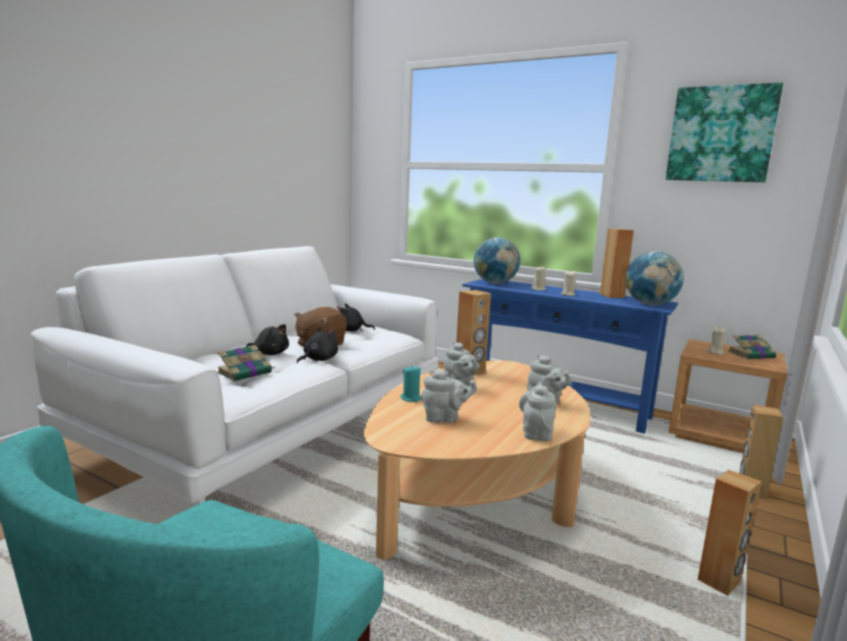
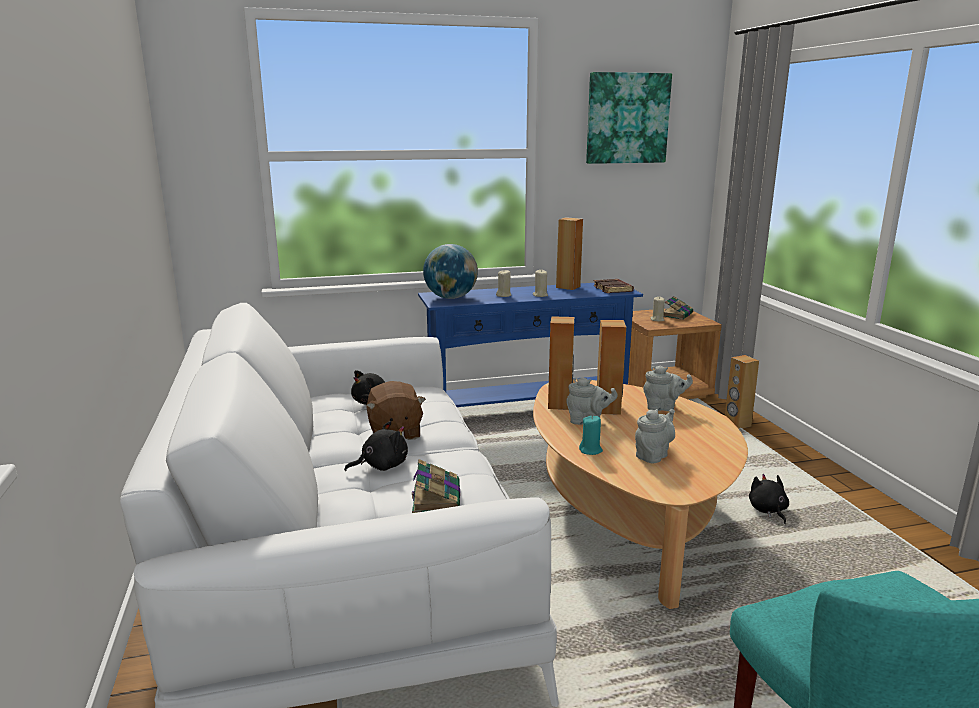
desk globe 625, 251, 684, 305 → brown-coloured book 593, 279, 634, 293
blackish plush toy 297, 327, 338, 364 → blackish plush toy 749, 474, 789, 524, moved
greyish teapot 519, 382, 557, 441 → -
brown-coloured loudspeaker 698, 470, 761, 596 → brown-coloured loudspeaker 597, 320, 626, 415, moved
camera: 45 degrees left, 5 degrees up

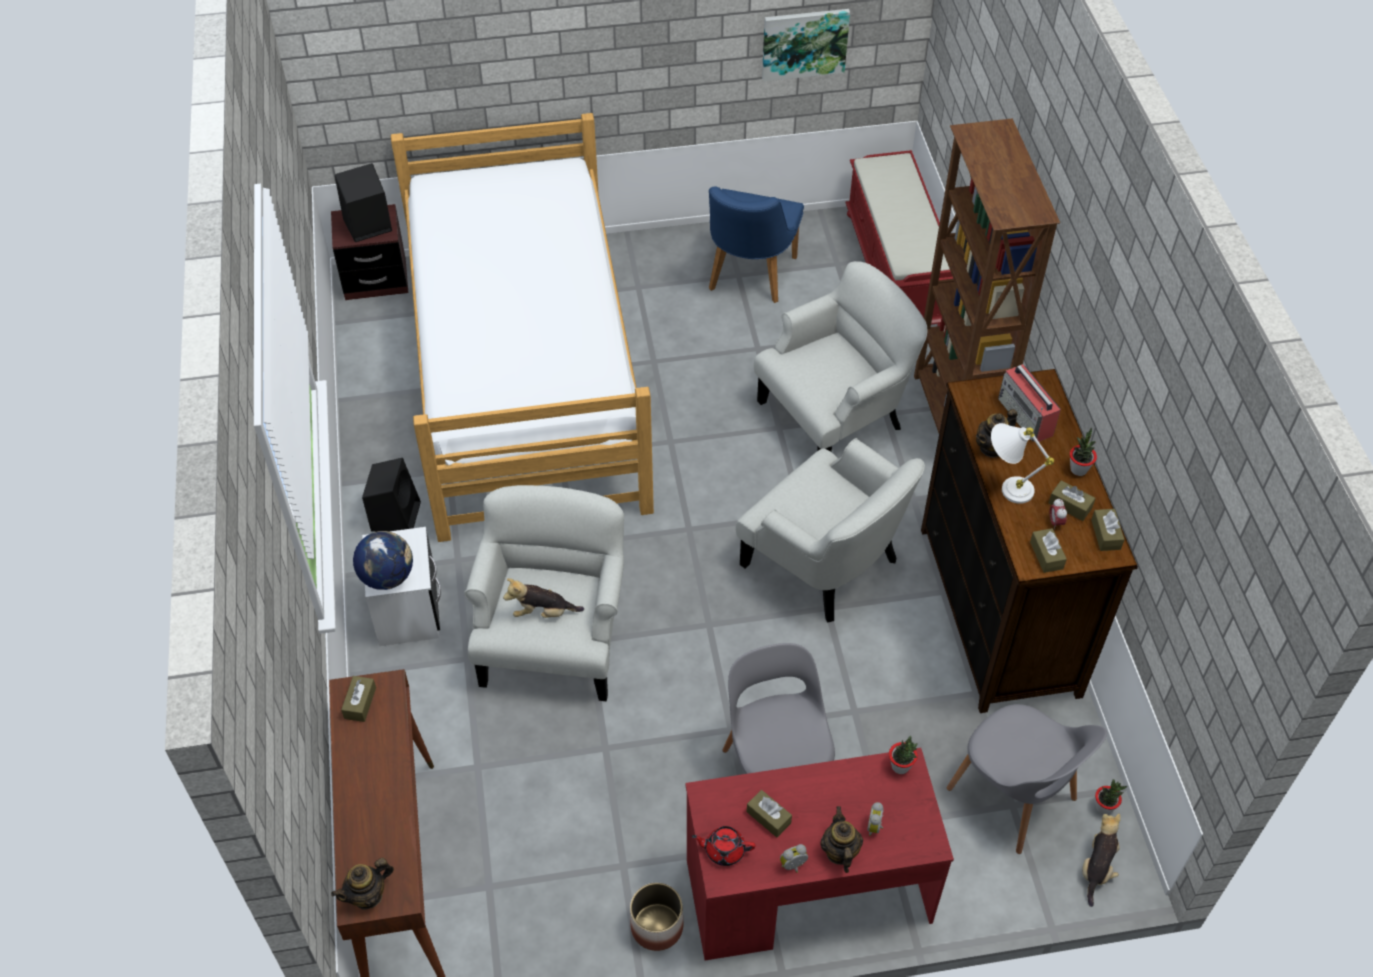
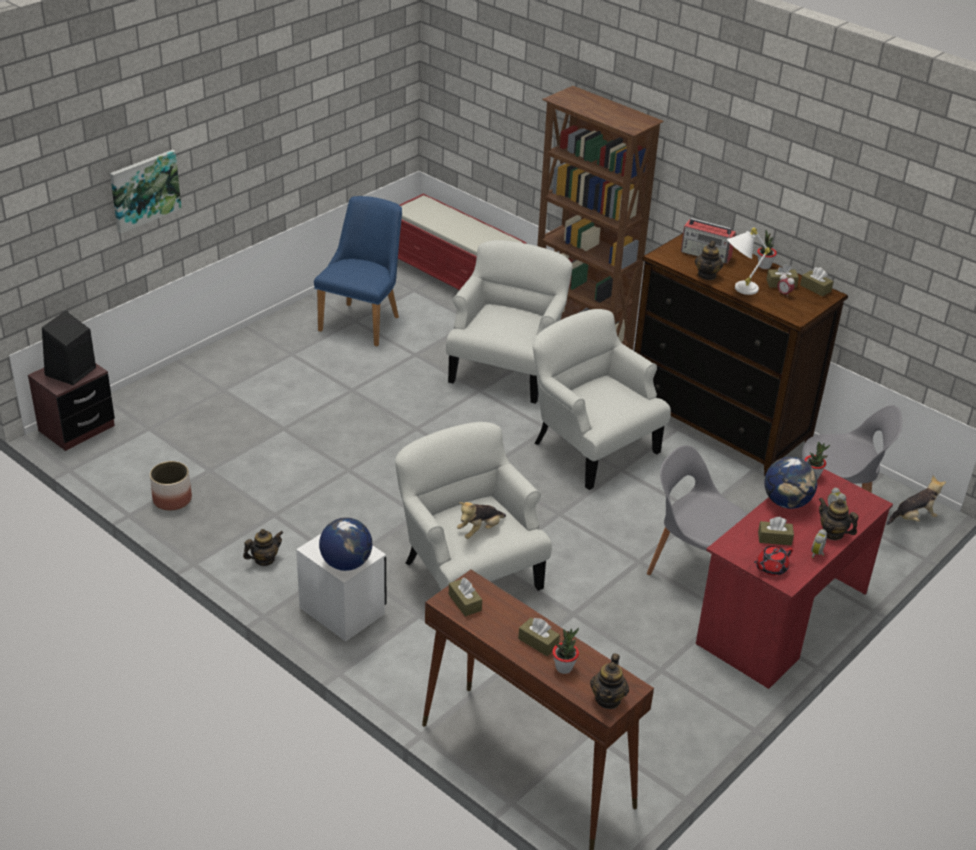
wall picture 762, 9, 850, 82 → wall picture 110, 150, 182, 233, moved
sleeping bed 391, 113, 654, 542 → -
blue-coloured upright chair 709, 187, 804, 303 → blue-coloured upright chair 314, 196, 402, 346, 135 degrees counterclockwise
white lounge chair 736, 438, 925, 623 → white lounge chair 533, 309, 671, 490, 135 degrees counterclockwise
blackish loudspeaker 362, 458, 421, 532 → teapot 243, 529, 283, 566
brown-coloured tissue box 1030, 528, 1067, 573 → brown-coloured tissue box 518, 617, 560, 656, moved
plant in a pot 1095, 779, 1127, 815 → plant in a pot 552, 628, 579, 674, moved
plush toy 1082, 813, 1121, 907 → plush toy 887, 476, 946, 525, 90 degrees clockwise
planter 630, 883, 683, 951 → planter 150, 461, 192, 511, moved
- → desk globe 764, 457, 817, 509
camera: 40 degrees left, 15 degrees down

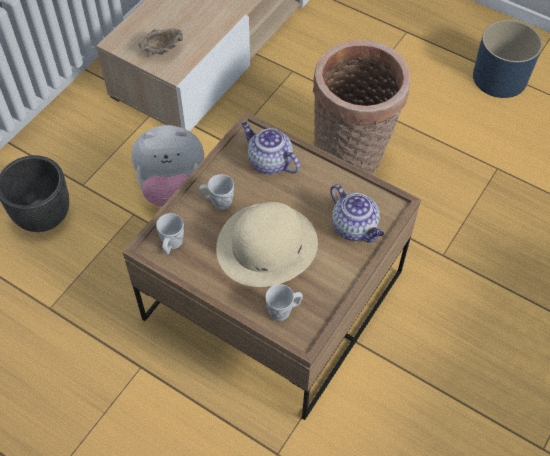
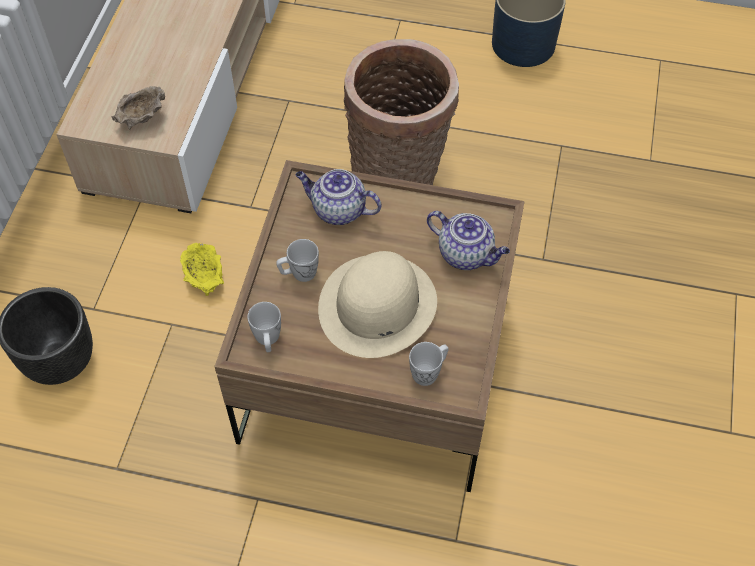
plush toy 131, 125, 204, 207 → yellow serving bowl 180, 243, 224, 296
camera: 20 degrees left, 0 degrees up

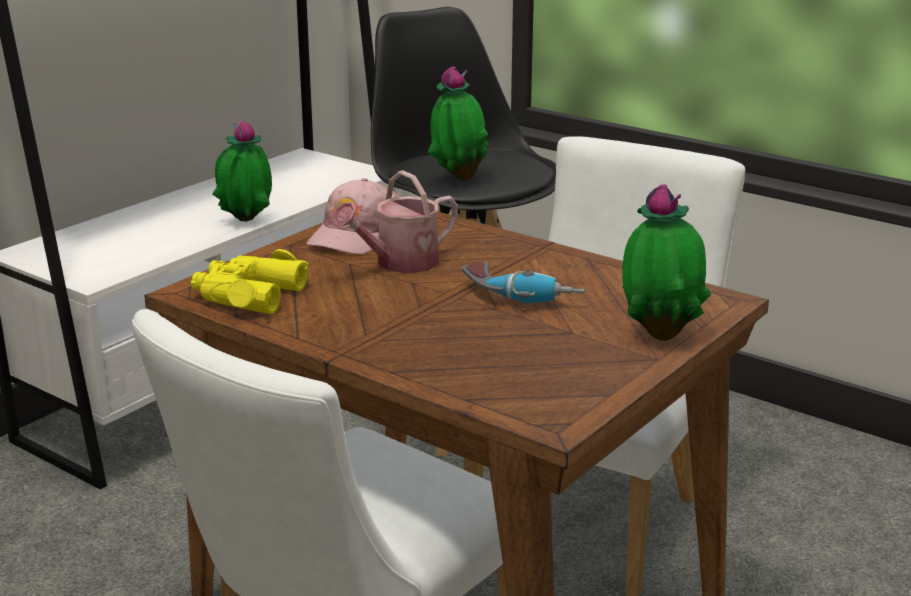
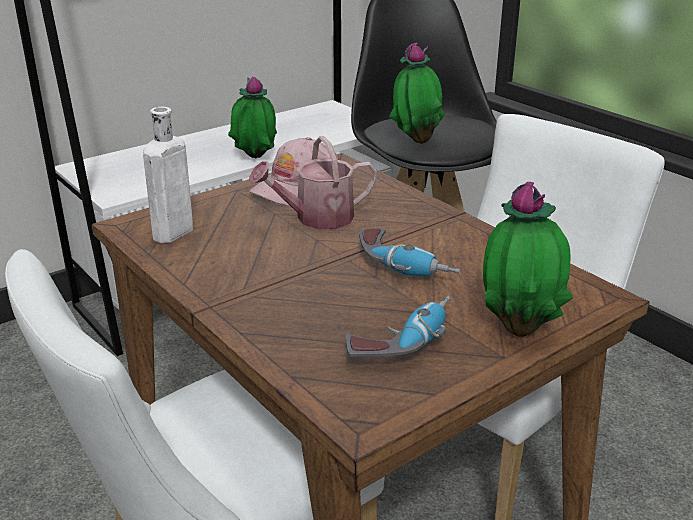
yellow pair of binoculars 191, 249, 309, 314 → white drink bottle 143, 107, 193, 243
- → electric drill 346, 296, 450, 357
camera: 15 degrees right, 5 degrees up

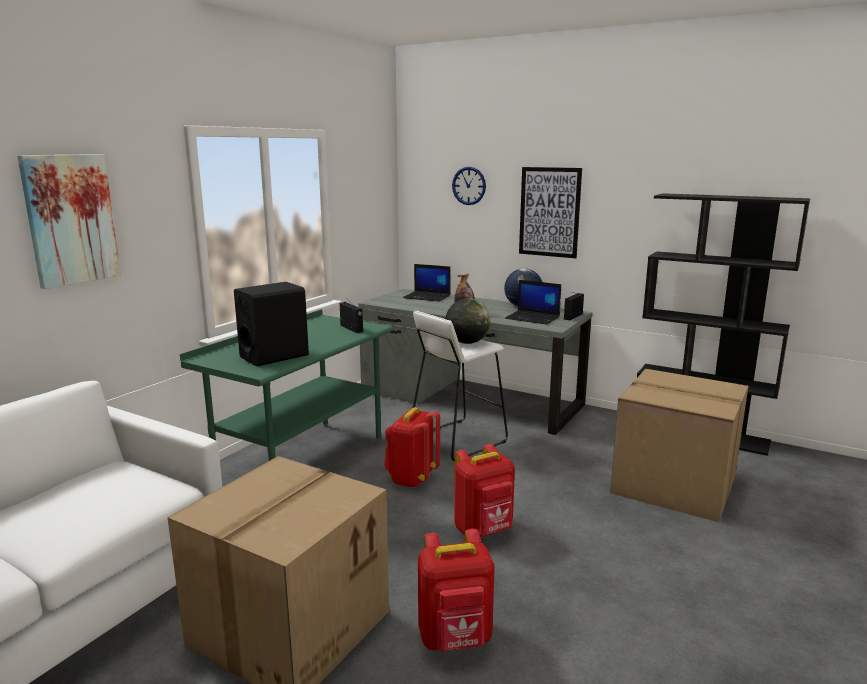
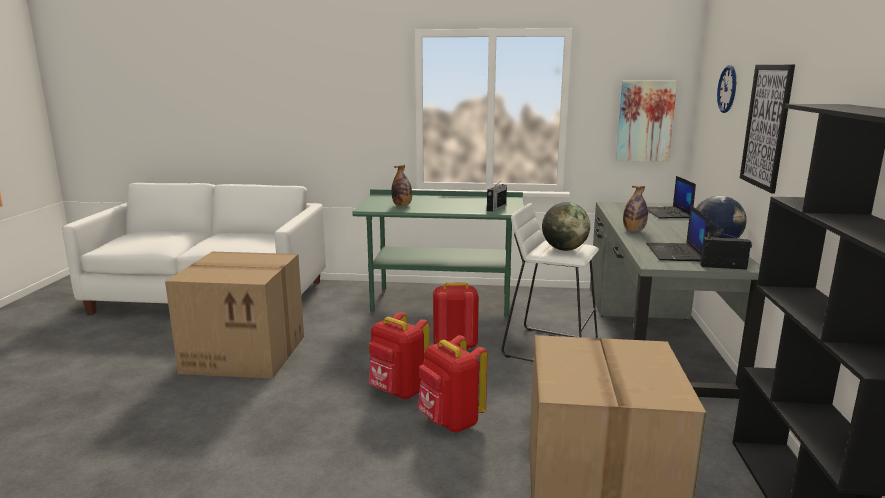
wall picture 17, 154, 121, 289 → wall picture 616, 81, 677, 162, moved
blackish loudspeaker 234, 282, 309, 367 → drink bottle 391, 165, 412, 206
reddish backpack 418, 529, 495, 652 → reddish backpack 418, 335, 487, 433, moved
camera: 65 degrees right, 0 degrees up

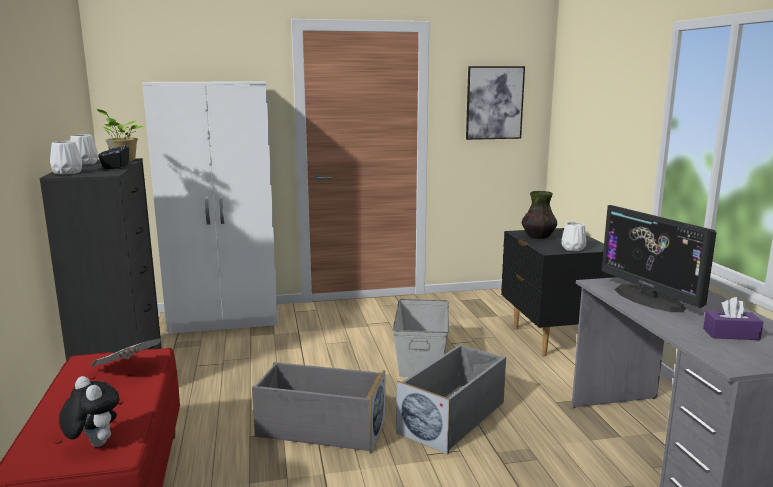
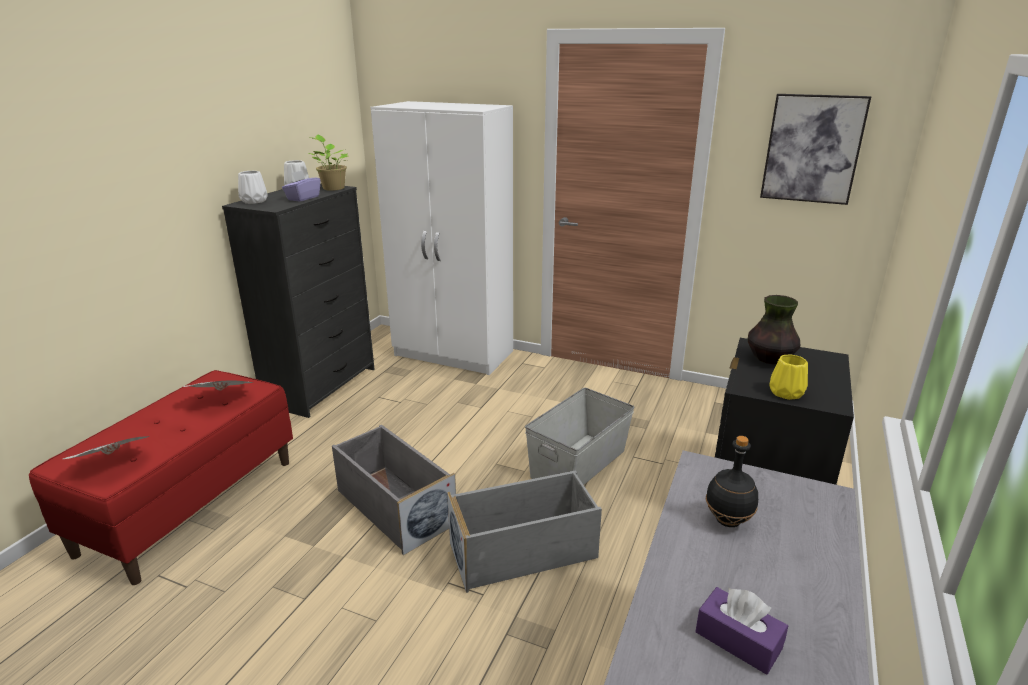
blackish tissue box 98, 139, 129, 169 → purple-coloured tissue box 282, 170, 321, 202
monitor 602, 205, 716, 312 → blackish drink bottle 706, 436, 758, 527
white flower vase 561, 222, 586, 251 → yellow flower vase 769, 355, 808, 400
plush toy 59, 376, 119, 447 → daily paper 63, 436, 150, 459
camera: 35 degrees right, 10 degrees up

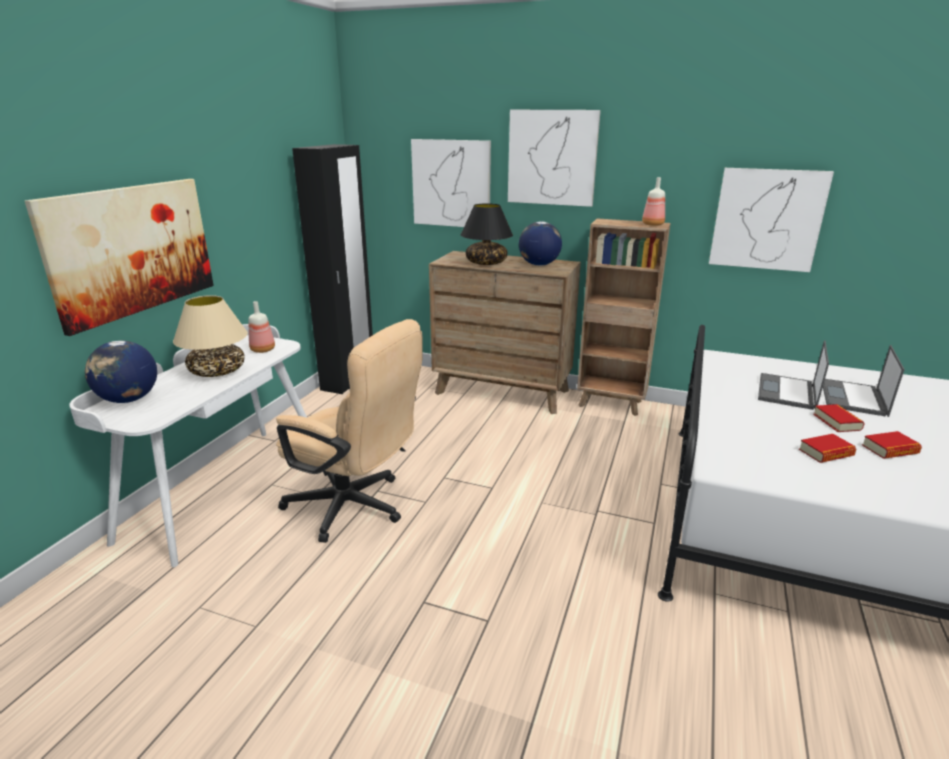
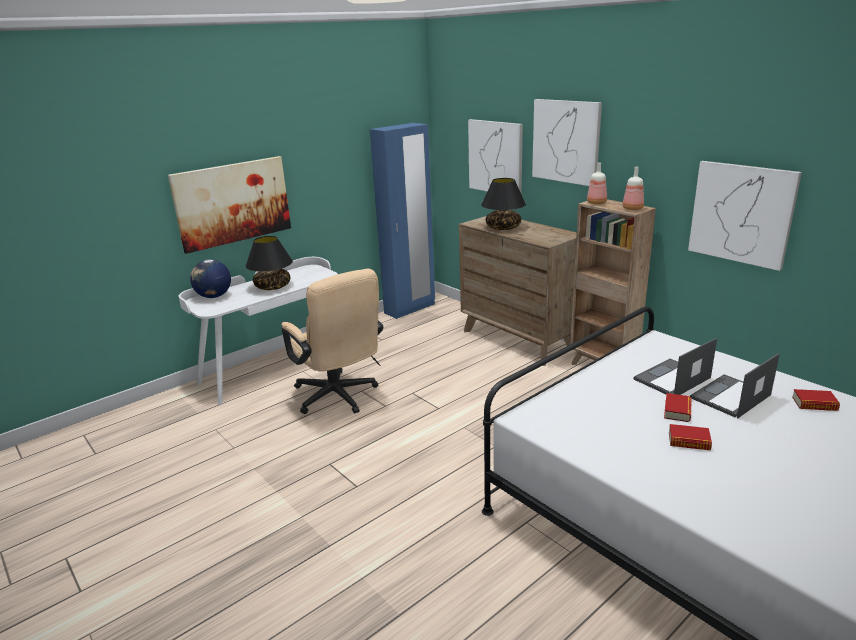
blackish armoire 292, 144, 373, 394 → blue-coloured armoire 370, 123, 435, 319
desk globe 519, 221, 562, 266 → -
beige lamp for a table 173, 295, 248, 377 → blackish lamp for a table 246, 236, 293, 290
drink bottle 249, 301, 275, 353 → drink bottle 587, 162, 607, 205, moved
book 799, 434, 856, 463 → book 792, 389, 840, 411, moved
camera: 30 degrees right, 0 degrees up

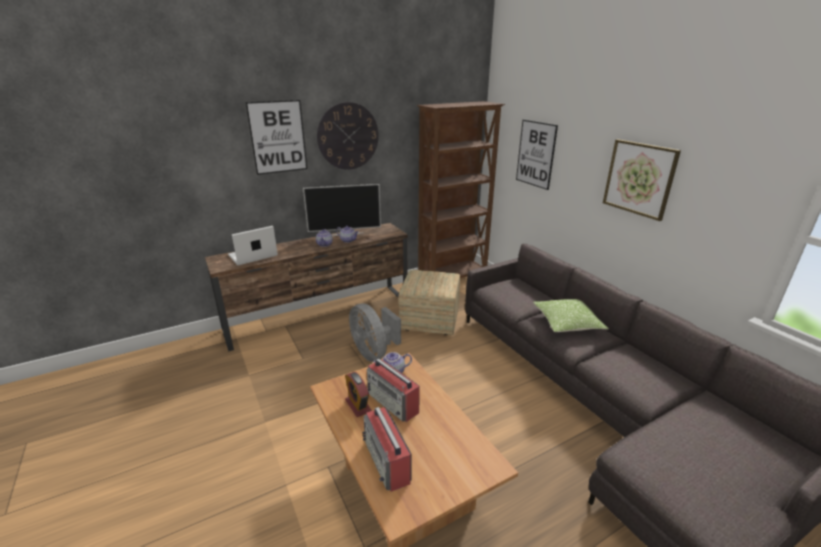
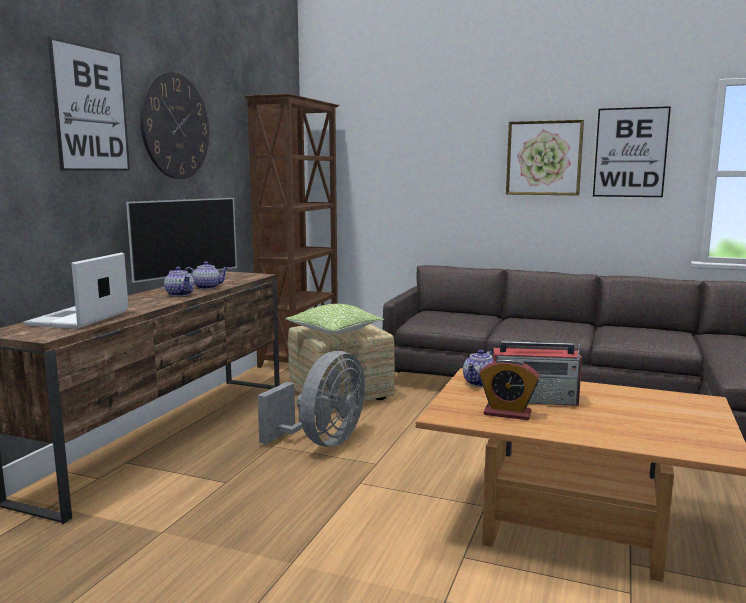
wall picture 516, 120, 558, 190 → wall picture 593, 106, 671, 197, moved
throw pillow 533, 299, 609, 332 → throw pillow 285, 304, 384, 334, moved
greyish fan 349, 303, 401, 362 → greyish fan 257, 351, 365, 447, 75 degrees counterclockwise
radio receiver 362, 407, 412, 492 → -
camera: 40 degrees left, 15 degrees down

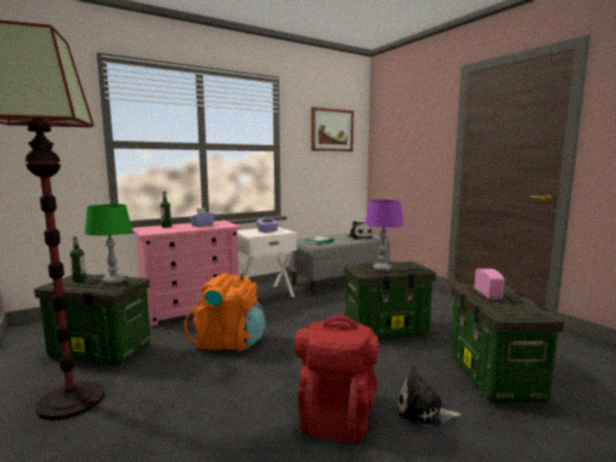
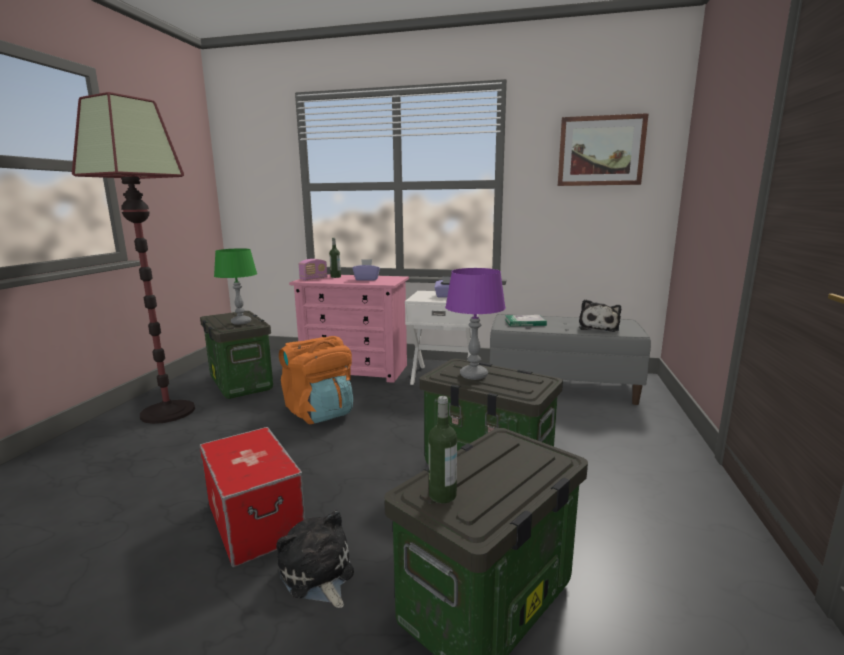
drink bottle 70, 236, 87, 283 → drink bottle 429, 396, 457, 503, moved
radio receiver 474, 269, 505, 300 → radio receiver 299, 259, 327, 281, moved
reddish backpack 294, 315, 379, 442 → storage container 199, 427, 305, 568
camera: 45 degrees right, 5 degrees up

